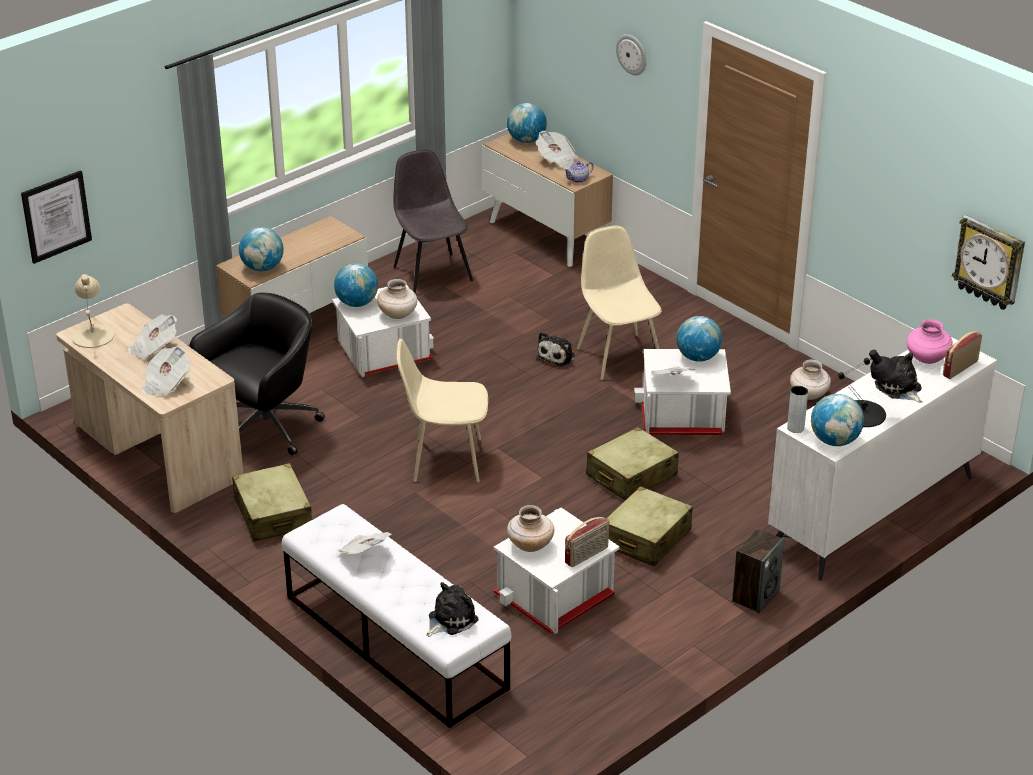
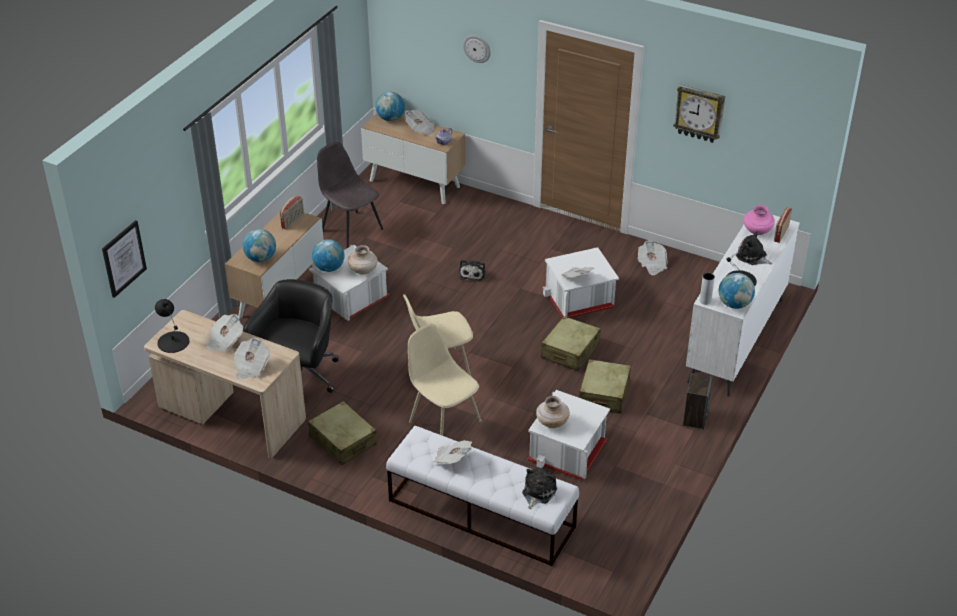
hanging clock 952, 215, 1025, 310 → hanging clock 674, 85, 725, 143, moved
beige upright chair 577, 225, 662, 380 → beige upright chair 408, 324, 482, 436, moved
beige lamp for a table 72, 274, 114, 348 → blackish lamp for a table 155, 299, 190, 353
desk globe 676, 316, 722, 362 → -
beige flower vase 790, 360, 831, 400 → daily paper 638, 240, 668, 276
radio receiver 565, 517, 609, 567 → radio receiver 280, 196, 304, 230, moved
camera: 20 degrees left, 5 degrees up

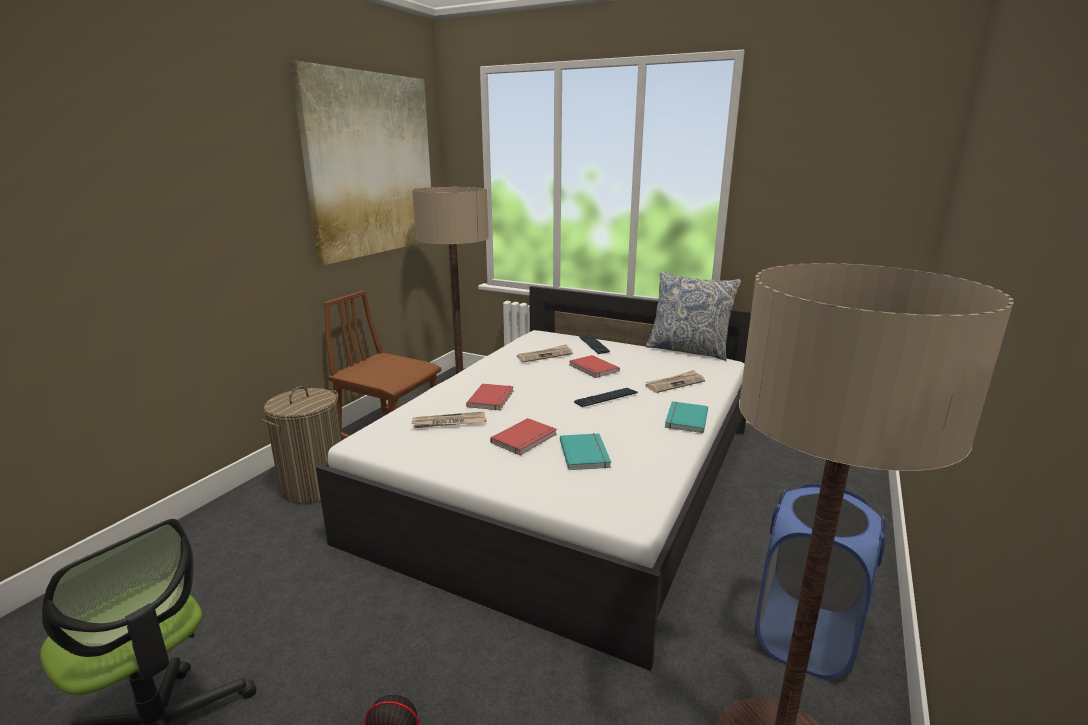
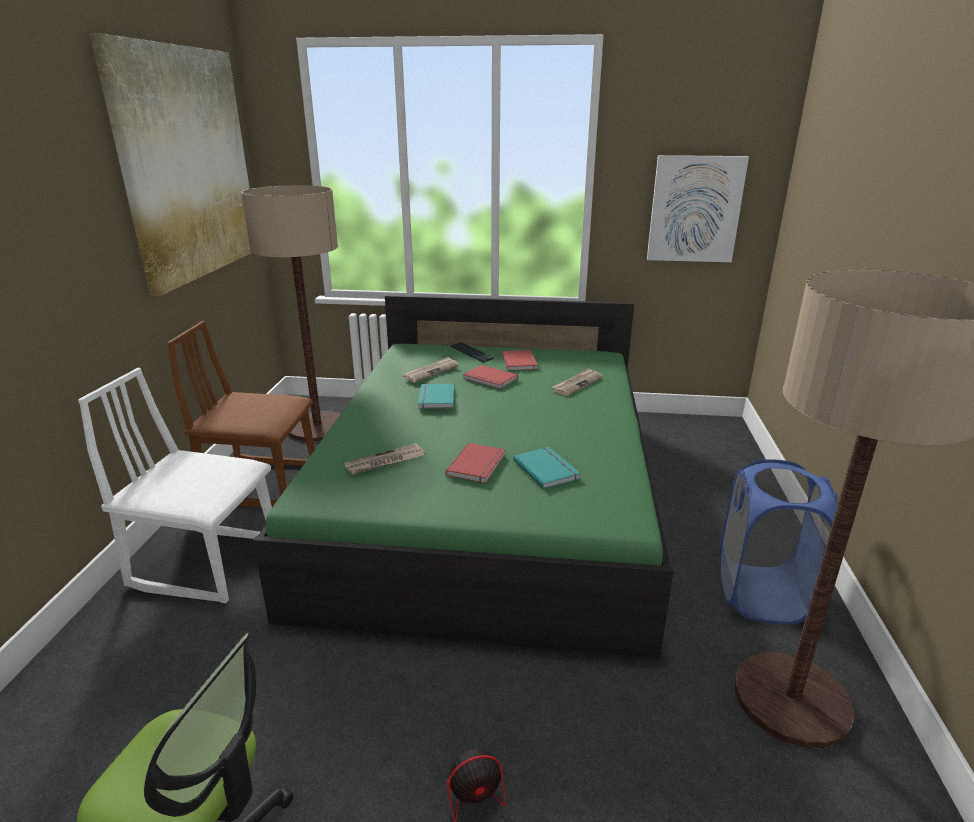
throw pillow 646, 272, 741, 361 → -
white sleeping bed 316, 286, 751, 671 → greenish sleeping bed 253, 295, 674, 658
reddish book 466, 384, 514, 410 → reddish book 501, 350, 538, 371, moved
laundry basket 261, 386, 342, 504 → white upright chair 78, 368, 272, 603
computer keyboard 574, 388, 638, 407 → -
blue-green book 665, 401, 708, 433 → blue-green book 418, 384, 455, 409, moved
- → wall picture 647, 155, 749, 262
camera: 20 degrees left, 5 degrees up

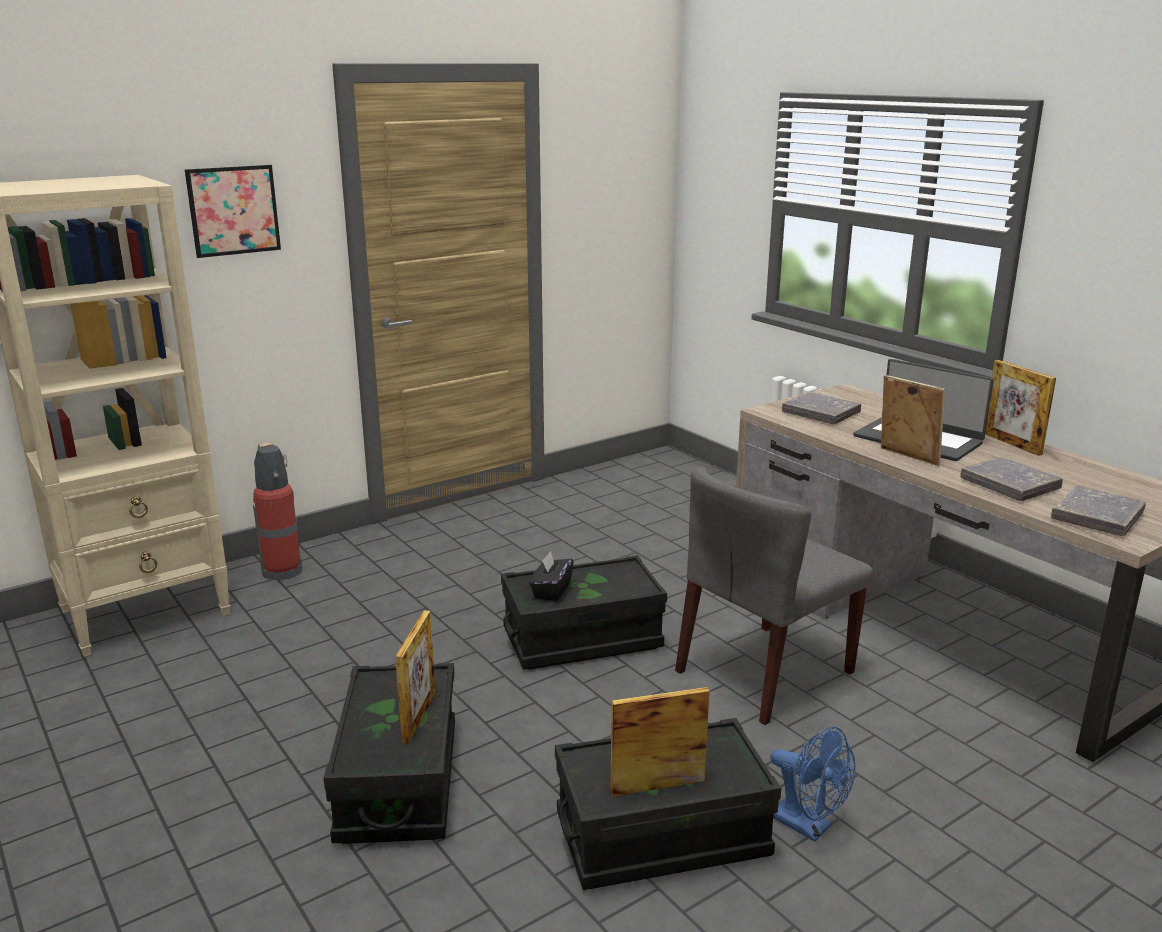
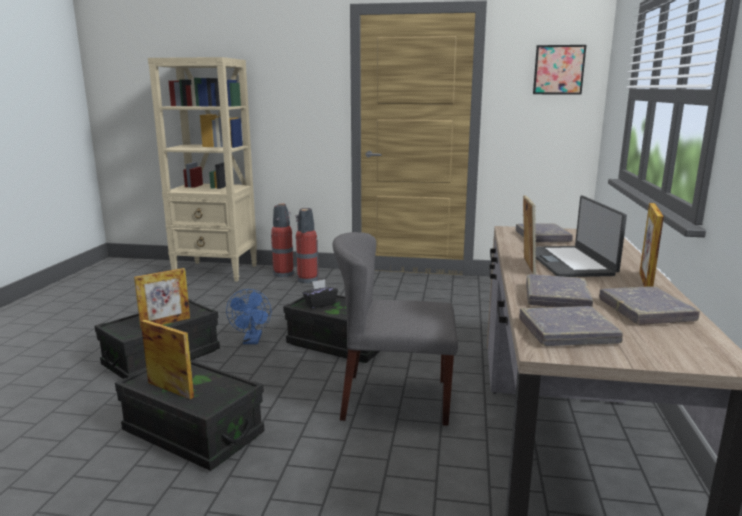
wall picture 185, 165, 281, 258 → wall picture 533, 45, 586, 94, moved
blue-coloured fan 770, 727, 855, 842 → blue-coloured fan 226, 289, 271, 344, moved
- → fire-fighting cylinder 296, 208, 319, 283
- → greyish book 599, 286, 700, 325
camera: 45 degrees right, 5 degrees down

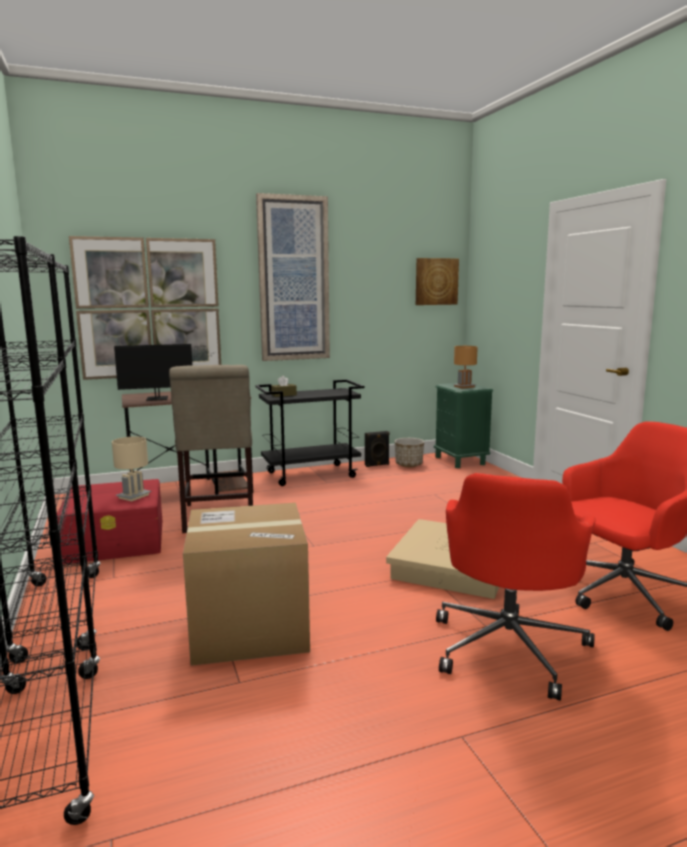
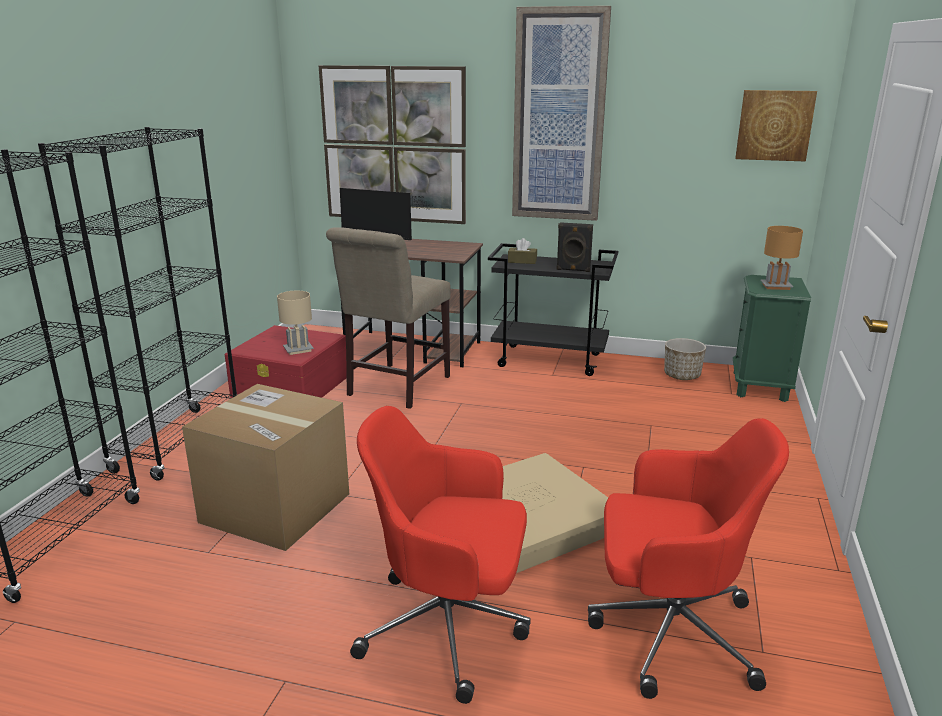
blackish loudspeaker 365, 431, 390, 467 → blackish loudspeaker 556, 222, 593, 272, moved
reddish office chair 436, 473, 596, 701 → reddish office chair 350, 406, 531, 704, 45 degrees clockwise
camera: 35 degrees right, 10 degrees up

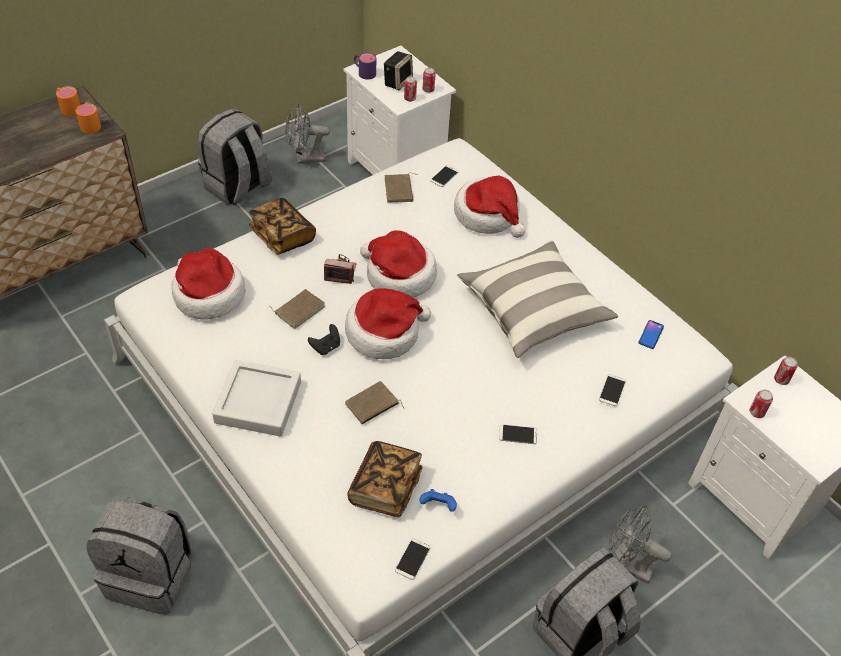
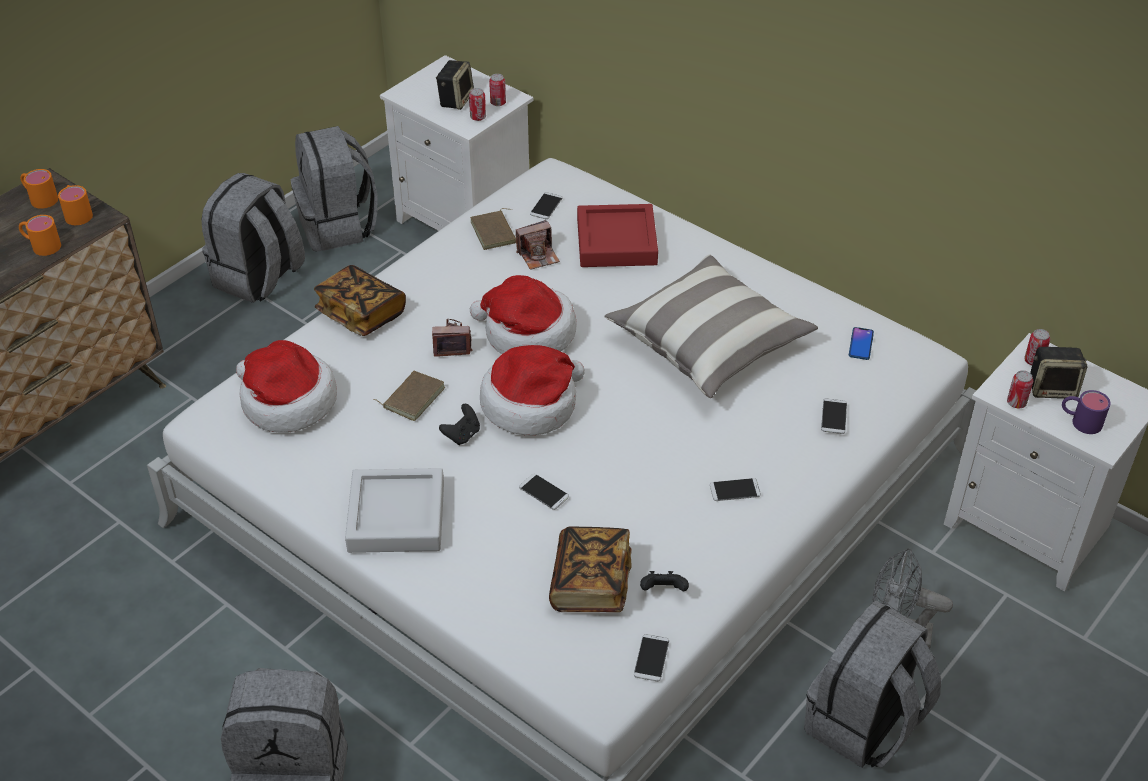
purple-coloured tea mug 354, 53, 376, 79 → purple-coloured tea mug 1062, 390, 1111, 434, moved
greyish fan 285, 104, 330, 163 → greyish backpack 291, 126, 378, 252
hat 454, 176, 525, 238 → reddish serving tray 577, 204, 658, 267
brown-coloured book 345, 381, 405, 424 → handset 519, 474, 569, 510
blue-coloured gamepad 419, 489, 457, 512 → blackish gamepad 640, 571, 689, 591
- → orange tea mug 19, 215, 61, 256
- → still camera 516, 220, 560, 270
- → loudspeaker 1030, 347, 1088, 399
camera: 10 degrees left, 5 degrees down

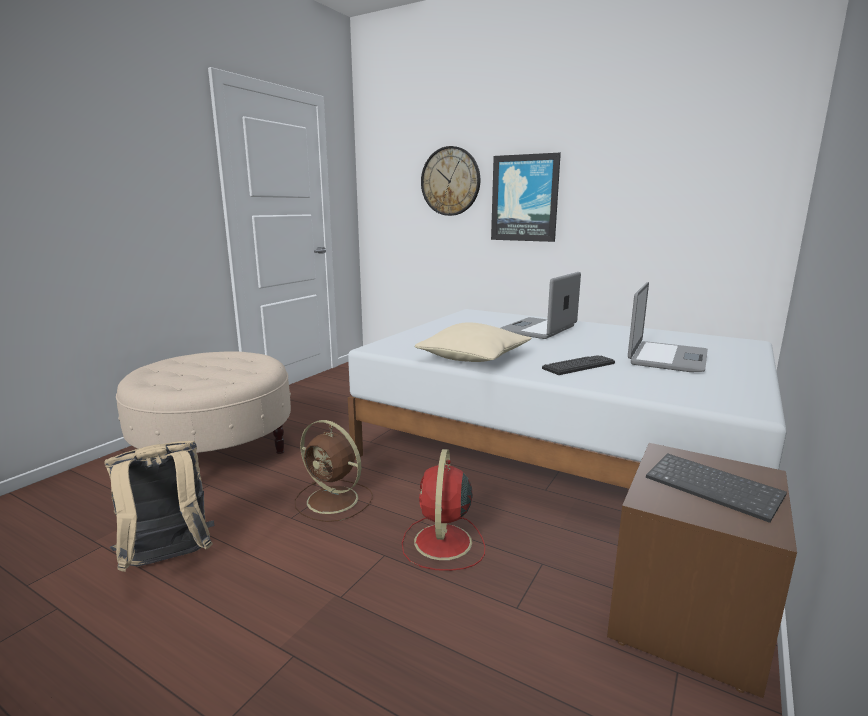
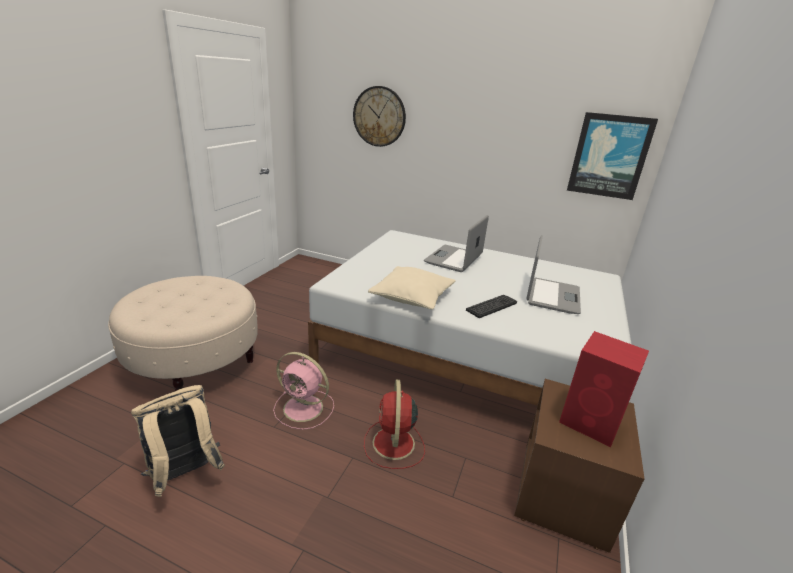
wall picture 491, 153, 561, 242 → wall picture 567, 112, 658, 200, moved
brown-coloured fan 295, 420, 373, 522 → pink fan 273, 352, 334, 430
computer keyboard 646, 453, 787, 523 → reddish loudspeaker 559, 331, 649, 447
camera: 10 degrees left, 10 degrees up

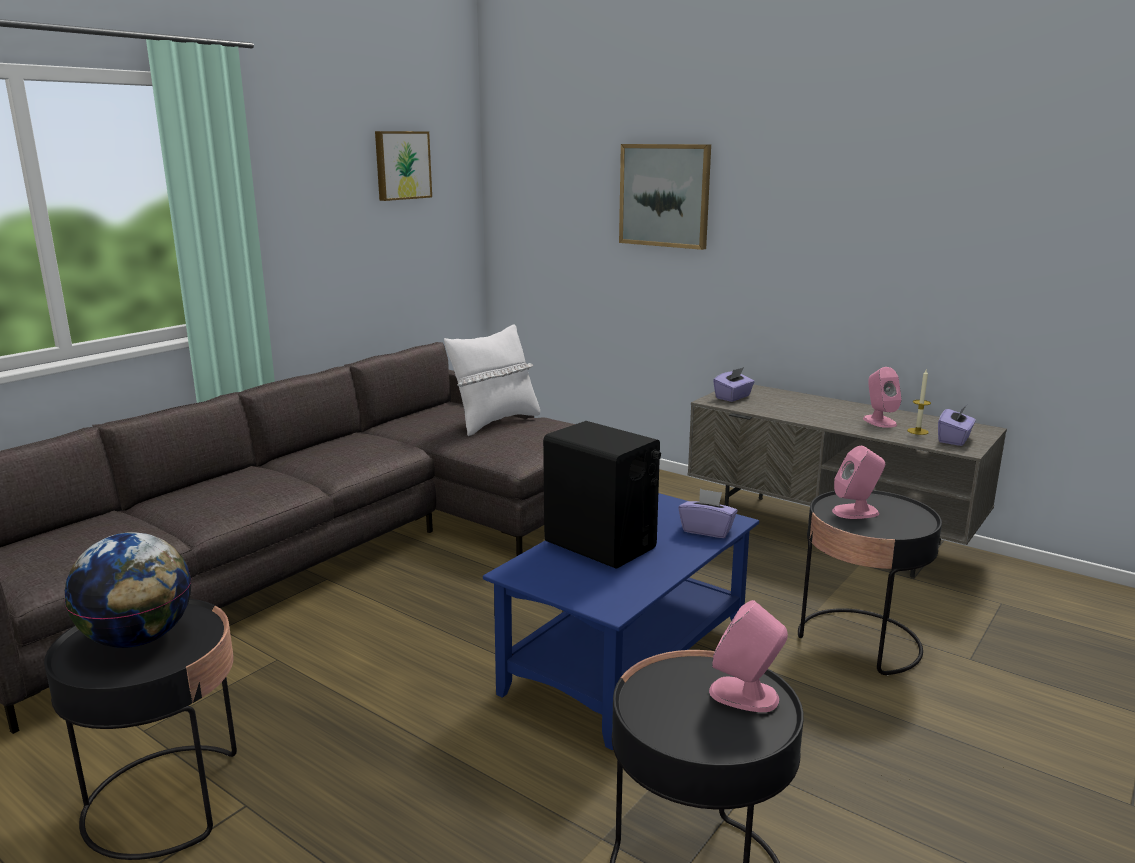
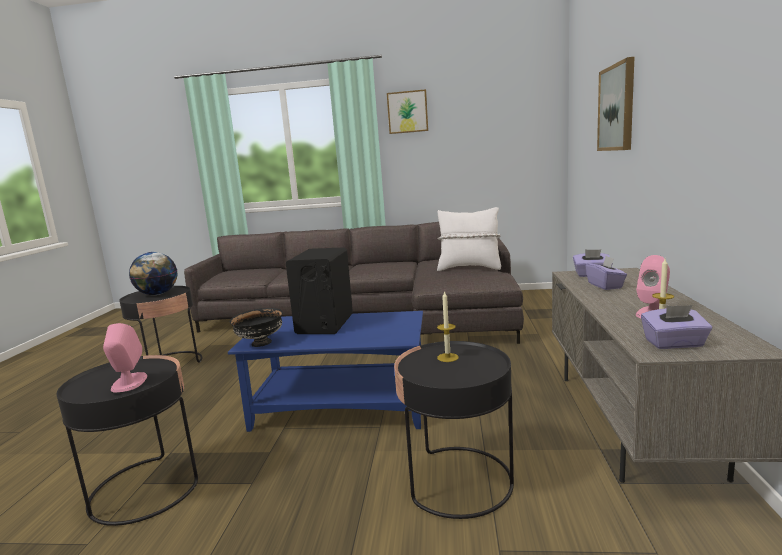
wall picture 375, 131, 432, 201 → wall picture 387, 89, 428, 134, moved
pink loudspeaker 832, 446, 885, 519 → wax light 437, 291, 459, 362
purple-coloured tissue box 678, 489, 737, 538 → purple-coloured tissue box 585, 256, 627, 290, moved
- → blackish serving bowl 230, 308, 283, 347
camera: 60 degrees right, 5 degrees down

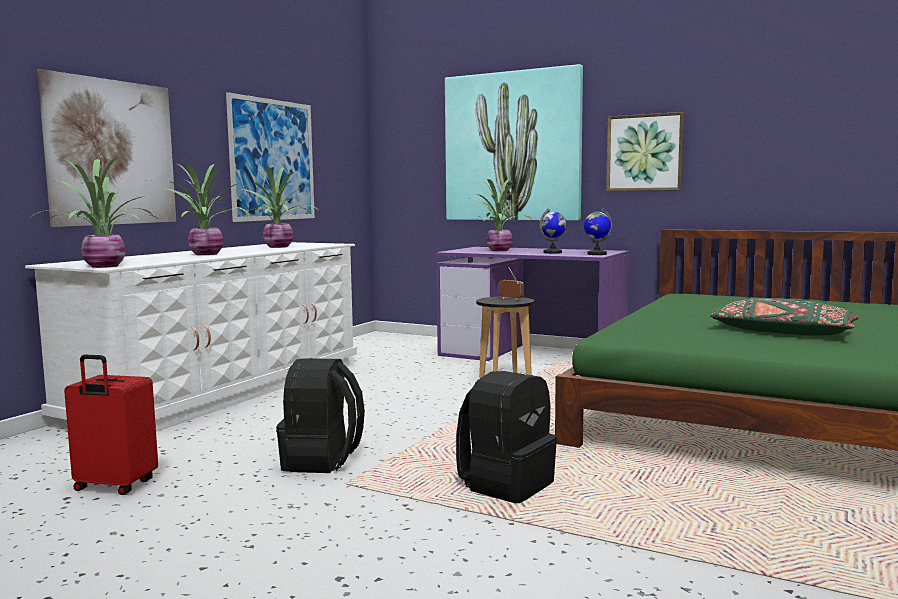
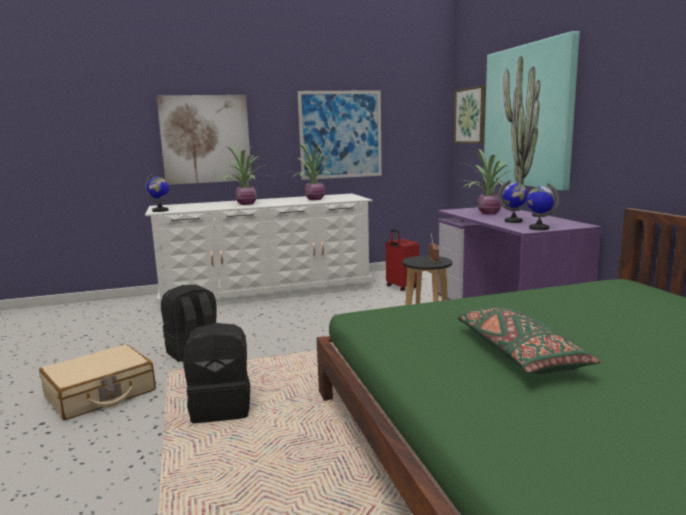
wall picture 606, 112, 684, 191 → wall picture 454, 86, 486, 143, moved
plant in a pot 30, 157, 157, 268 → desk globe 145, 174, 169, 212
reddish suitcase 64, 354, 158, 495 → reddish suitcase 386, 229, 419, 291, moved
- → beige suitcase 39, 344, 156, 420
camera: 45 degrees right, 5 degrees up

